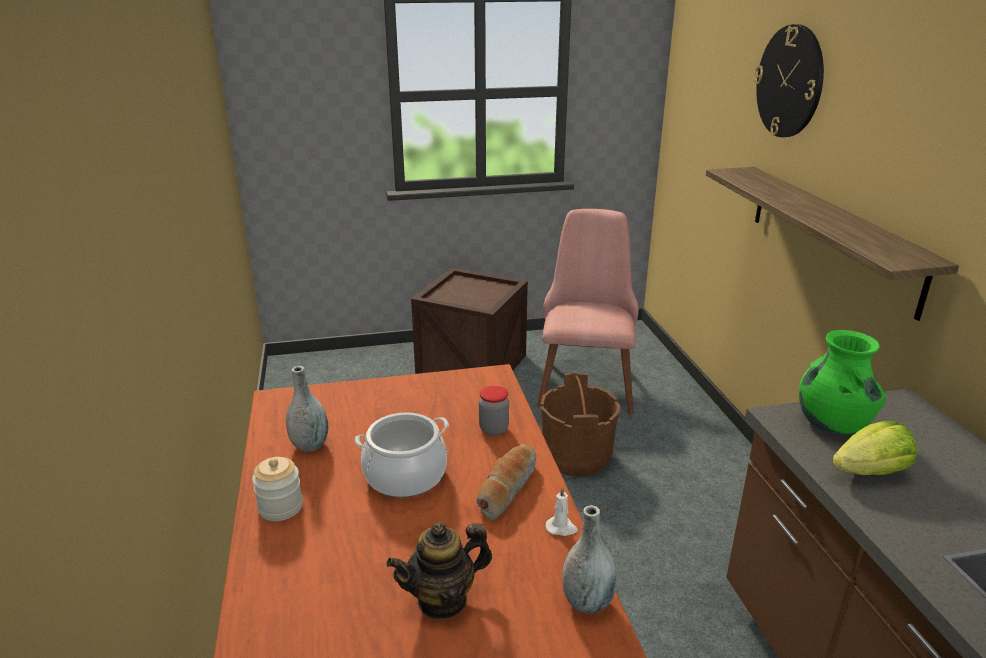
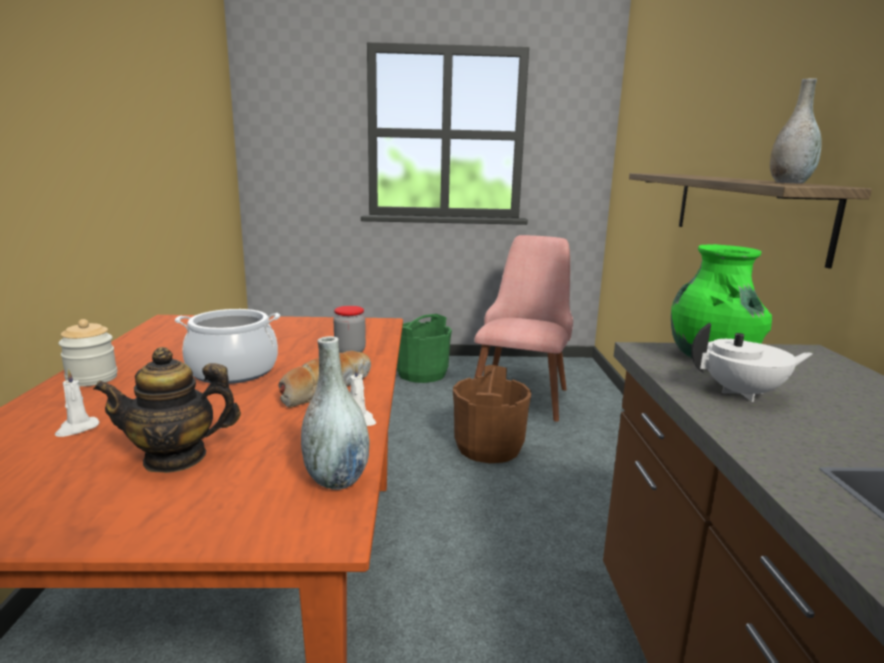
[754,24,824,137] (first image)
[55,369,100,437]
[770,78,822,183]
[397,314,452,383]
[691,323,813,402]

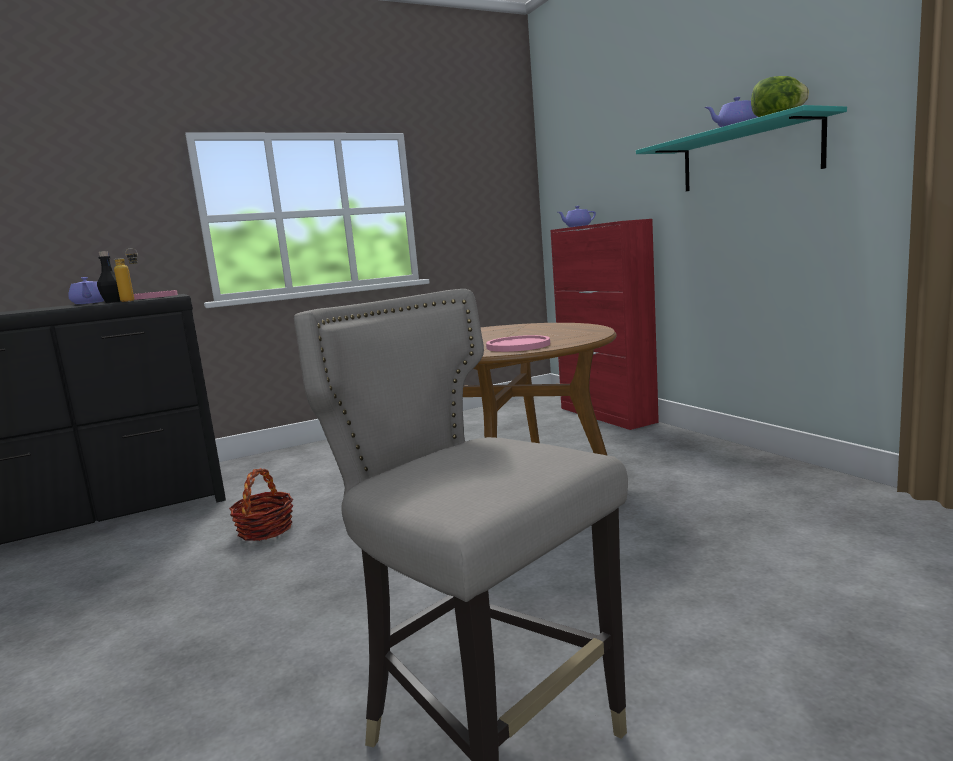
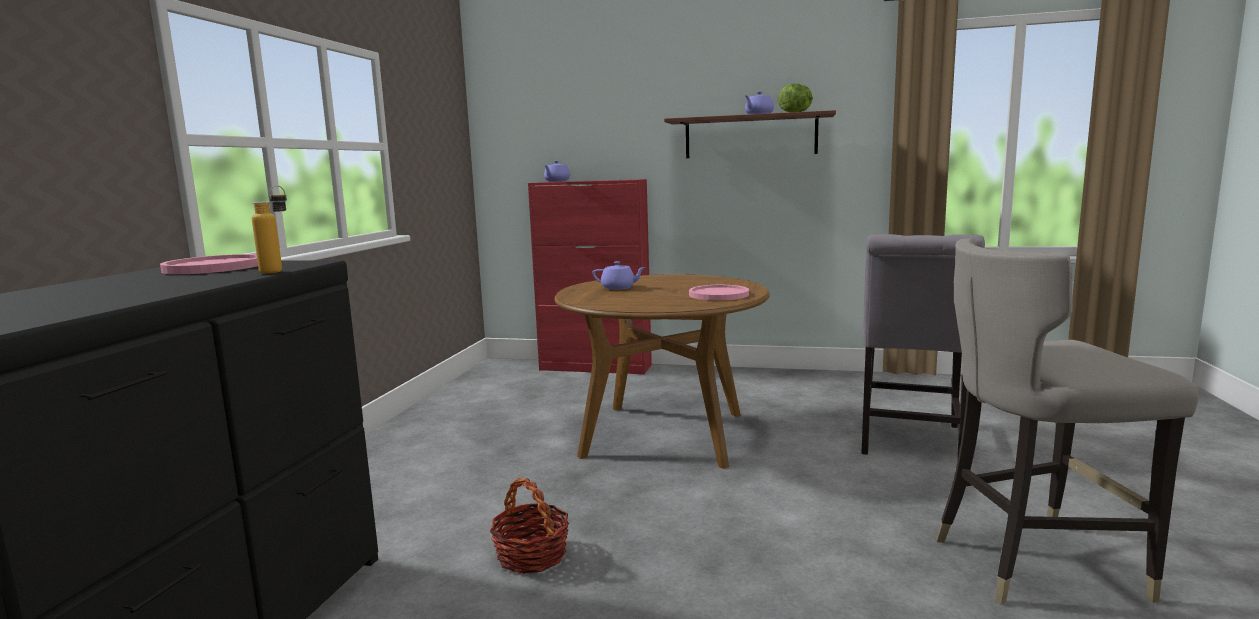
[97,251,121,303] (first image)
[861,234,985,461]
[592,261,646,290]
[664,110,836,158]

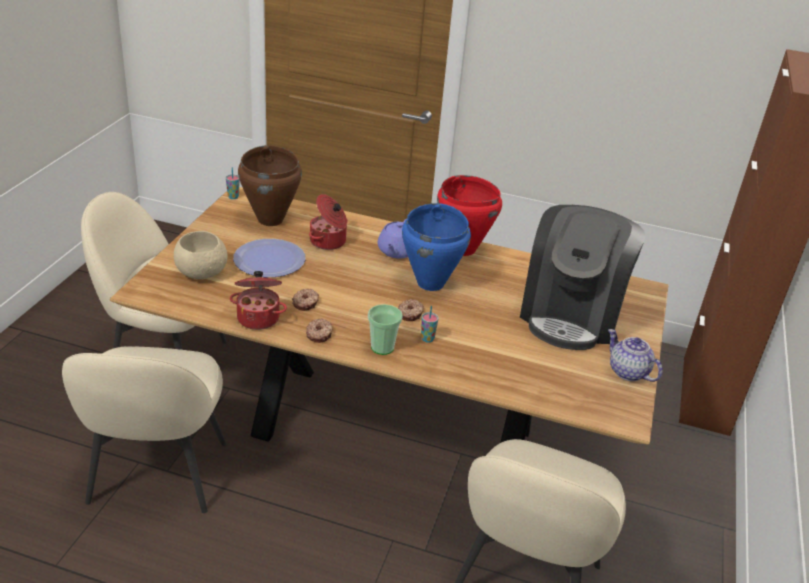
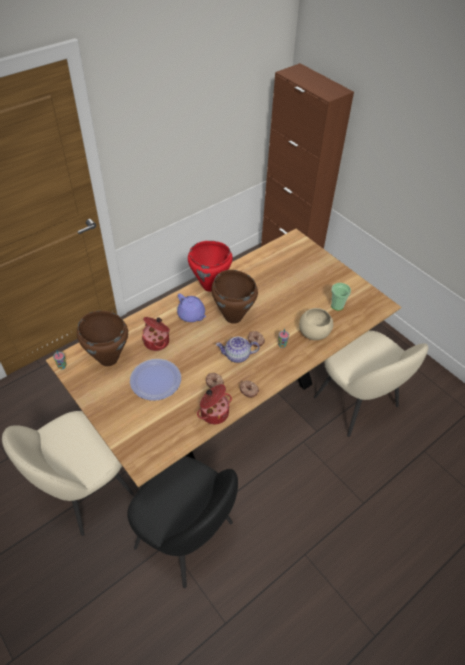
[520,205,645,350] (first image)
[299,308,333,340]
[331,283,351,310]
[216,336,260,363]
[128,456,238,588]
[211,270,258,324]

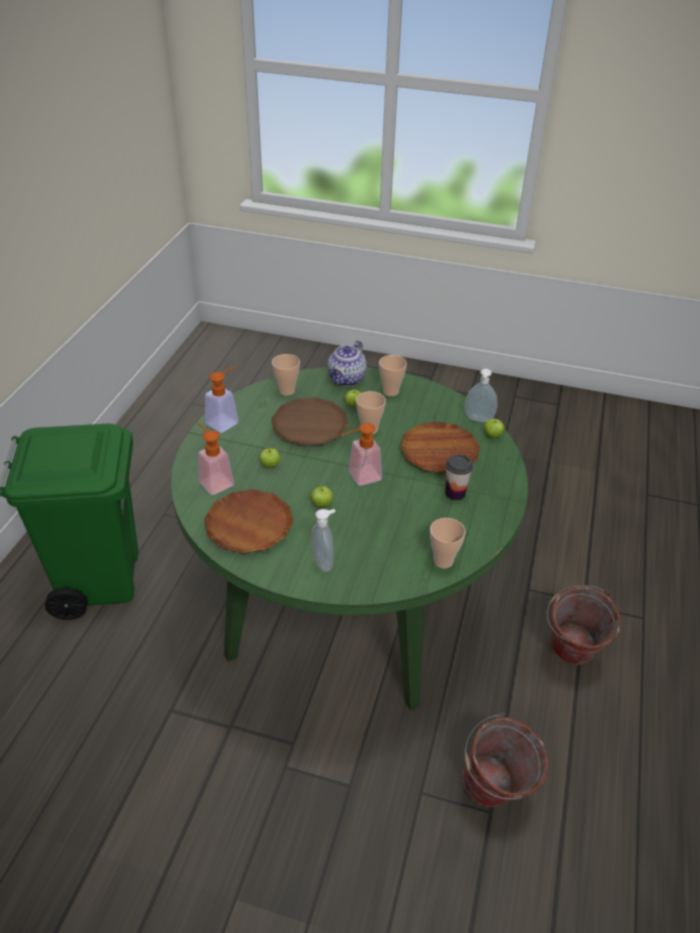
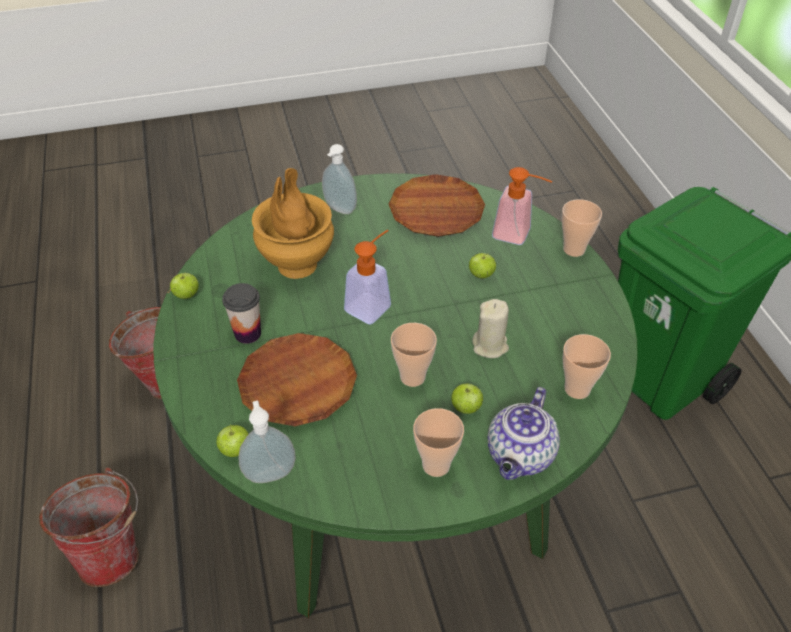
[205,367,239,433] (first image)
[252,168,334,279]
[170,272,199,299]
[562,199,602,257]
[472,299,509,358]
[487,387,560,480]

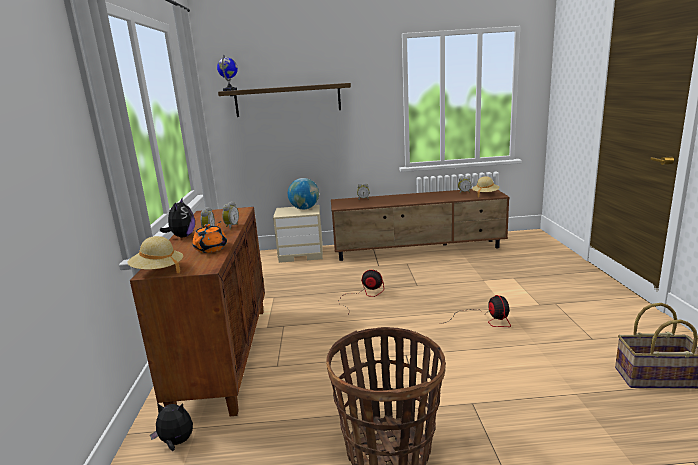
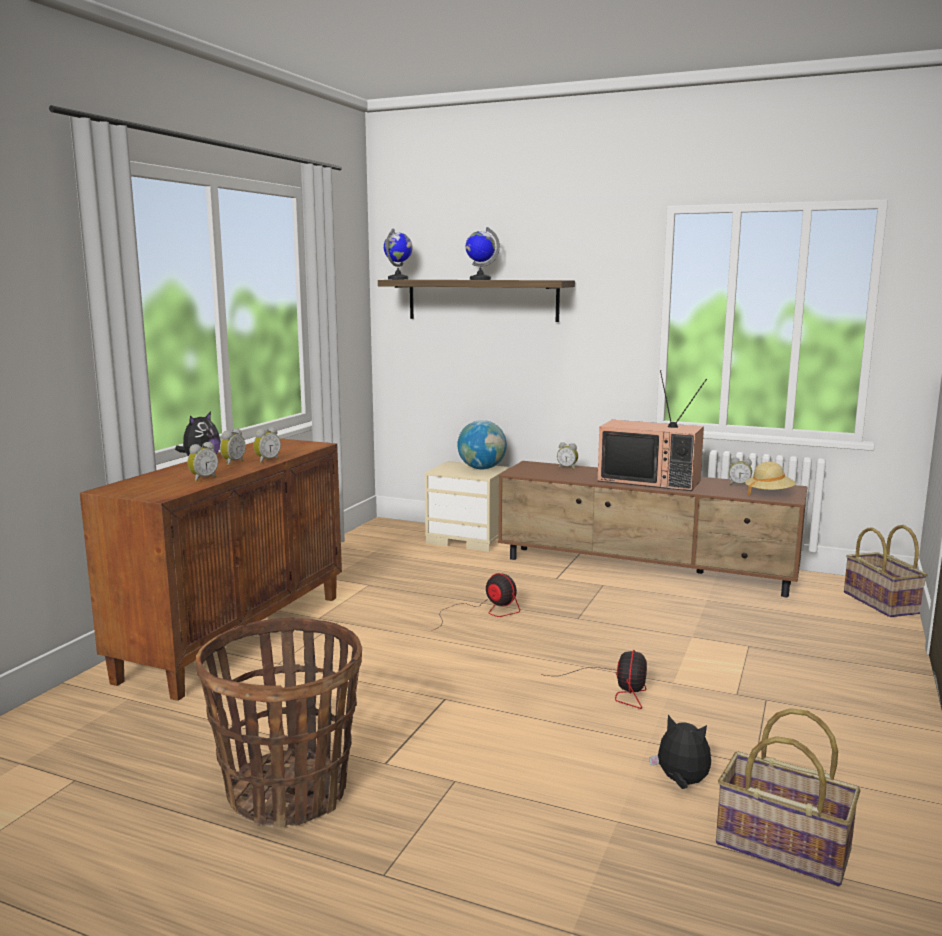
[127,236,183,273] (first image)
[466,227,500,280]
[598,370,707,491]
[844,525,927,617]
[649,715,711,789]
[187,442,218,482]

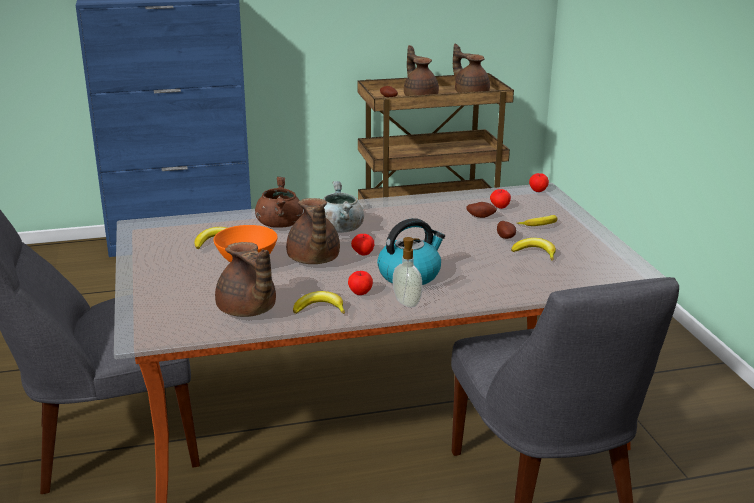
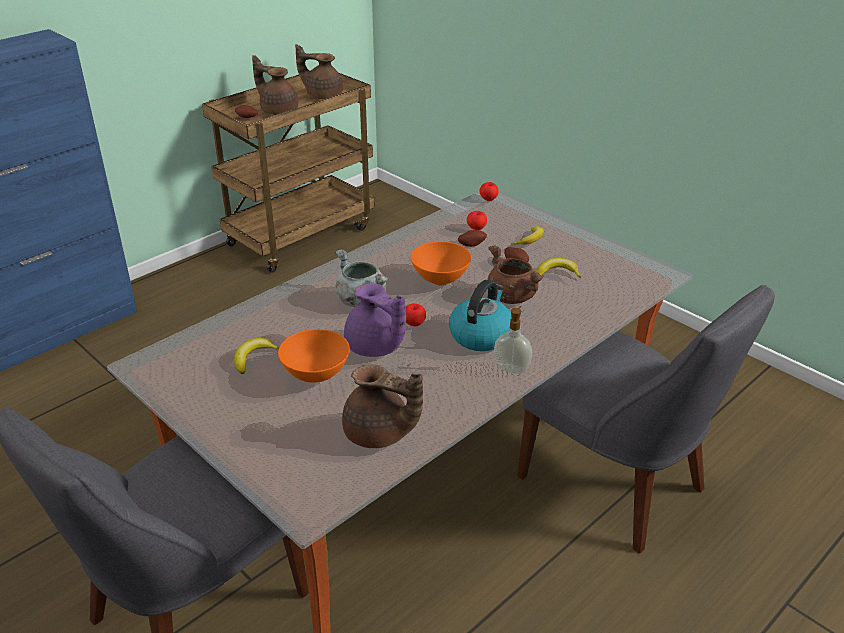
[293,291,345,314] (first image)
[348,271,373,295] (first image)
[411,241,471,285]
[487,245,544,304]
[344,283,406,357]

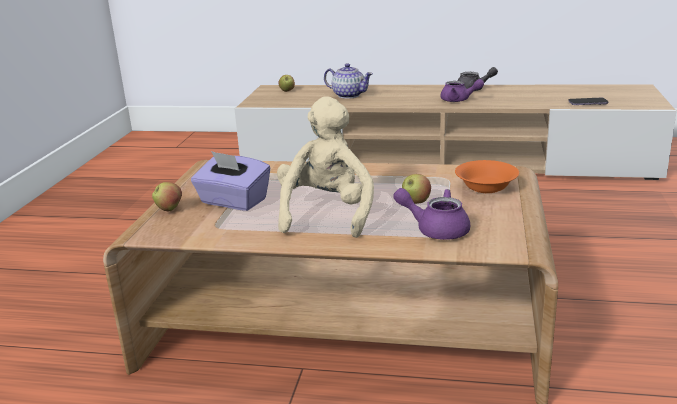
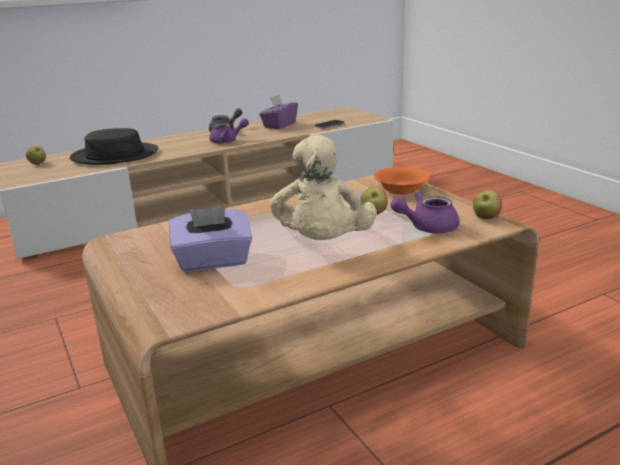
[259,94,298,129]
[473,190,502,219]
[70,128,158,165]
[270,135,377,240]

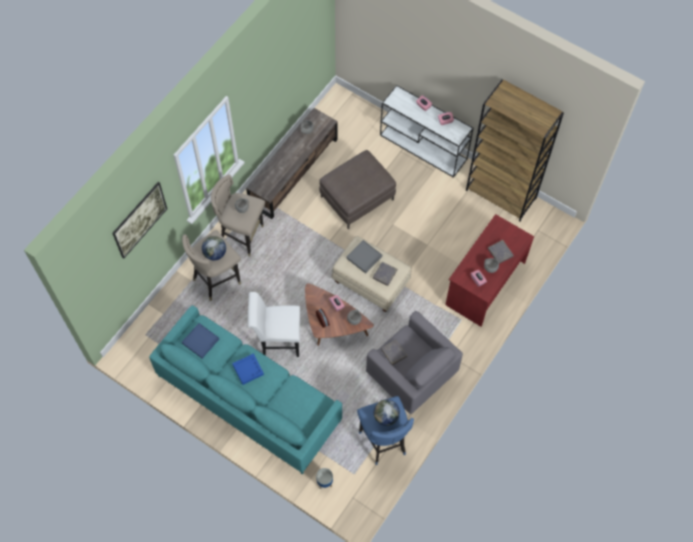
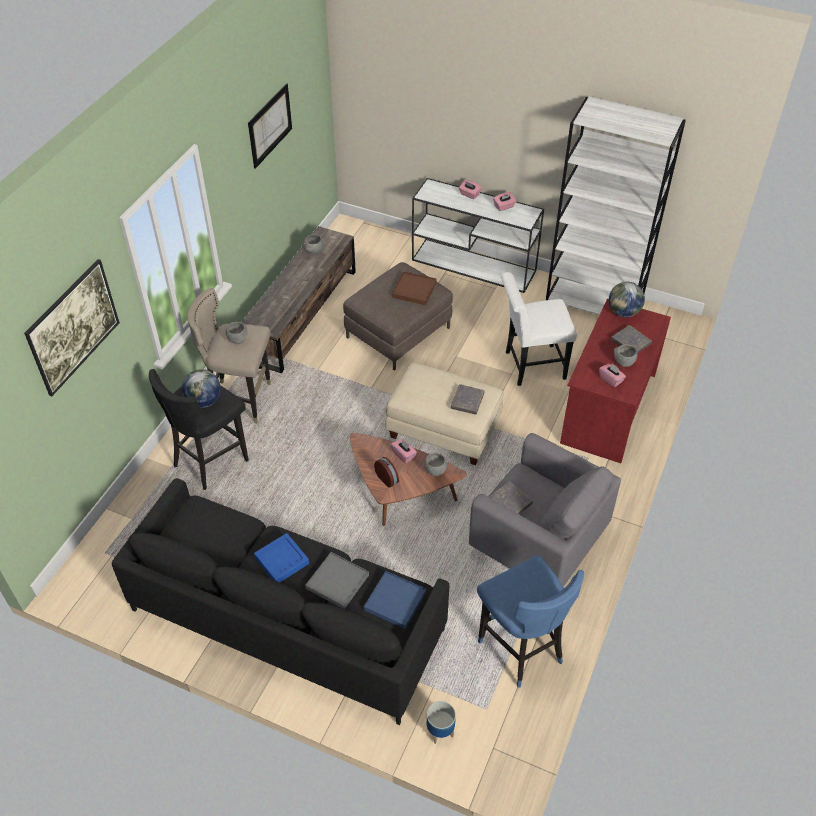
[248,83,292,169]
[392,271,436,305]
[364,571,426,629]
[501,272,577,386]
[305,552,369,609]
[609,282,645,317]
[112,478,449,725]
[149,369,249,490]
[546,96,686,315]

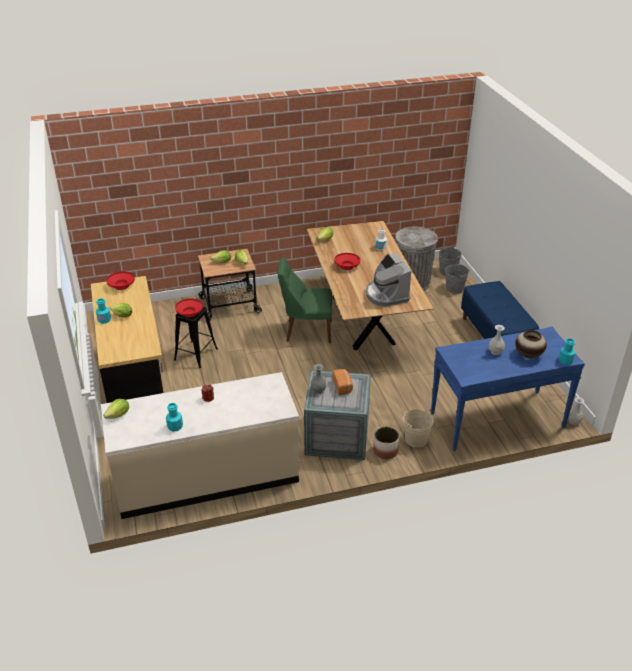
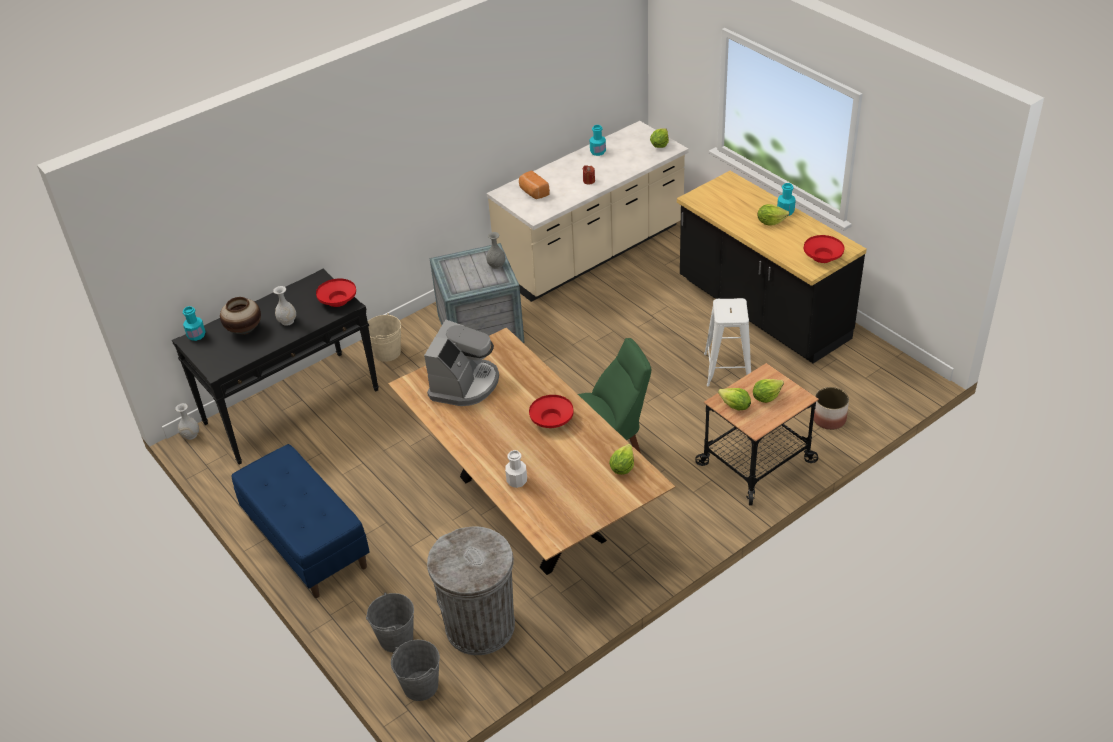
[316,278,356,307]
[519,171,550,199]
[814,387,849,430]
[704,298,751,386]
[172,269,379,465]
[424,320,499,406]

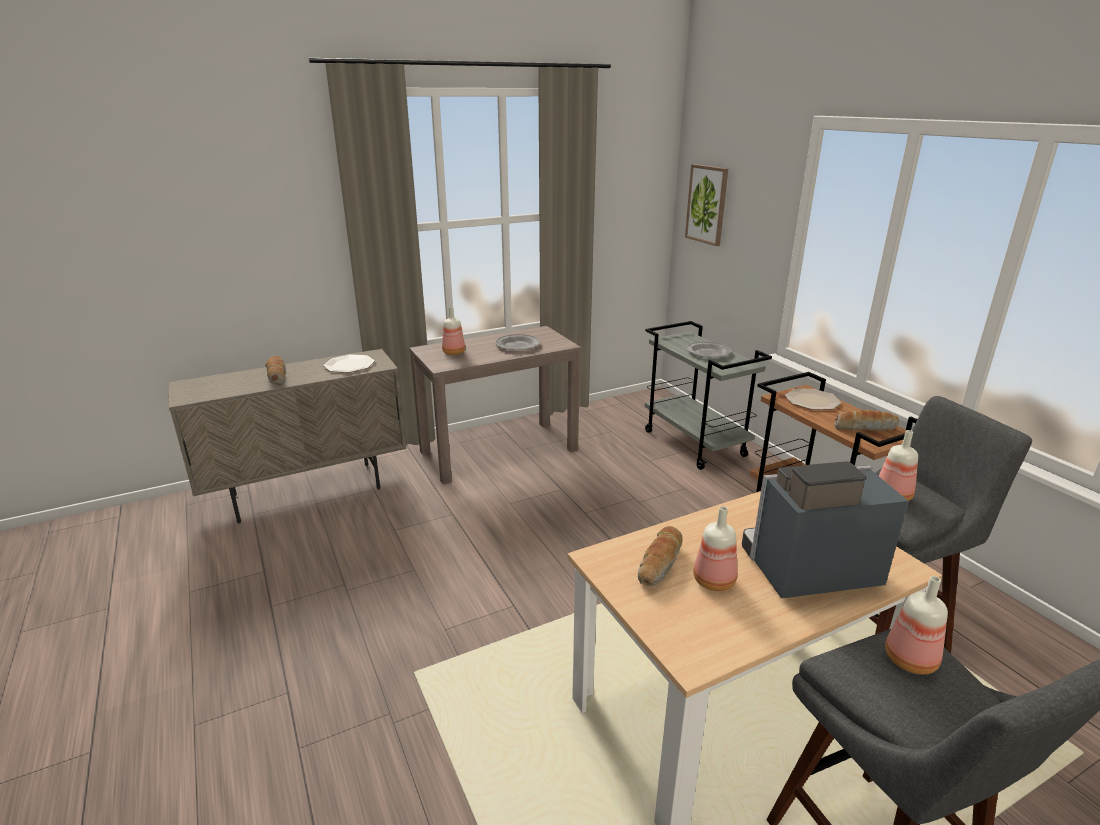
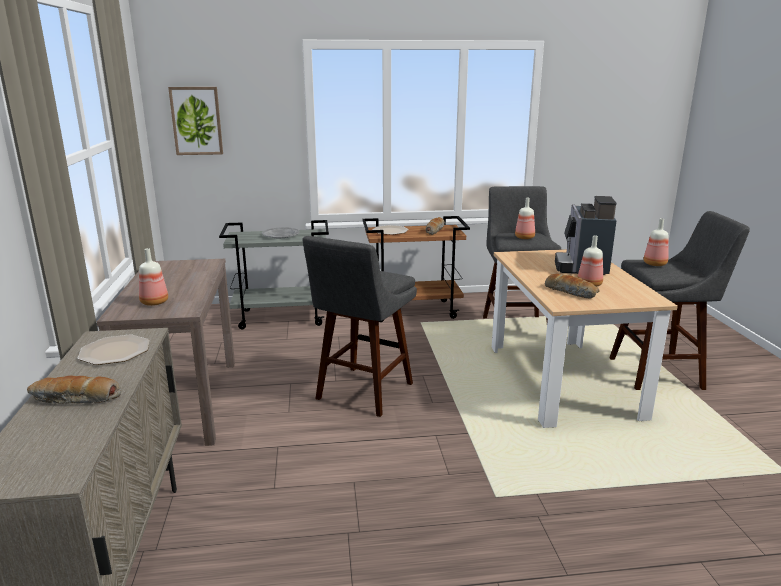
[495,334,540,350] (first image)
[302,236,417,417]

